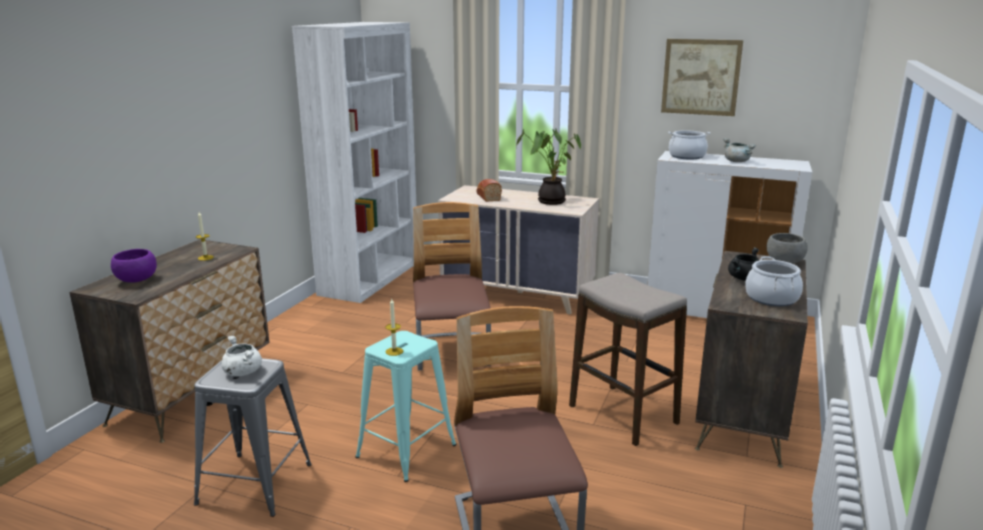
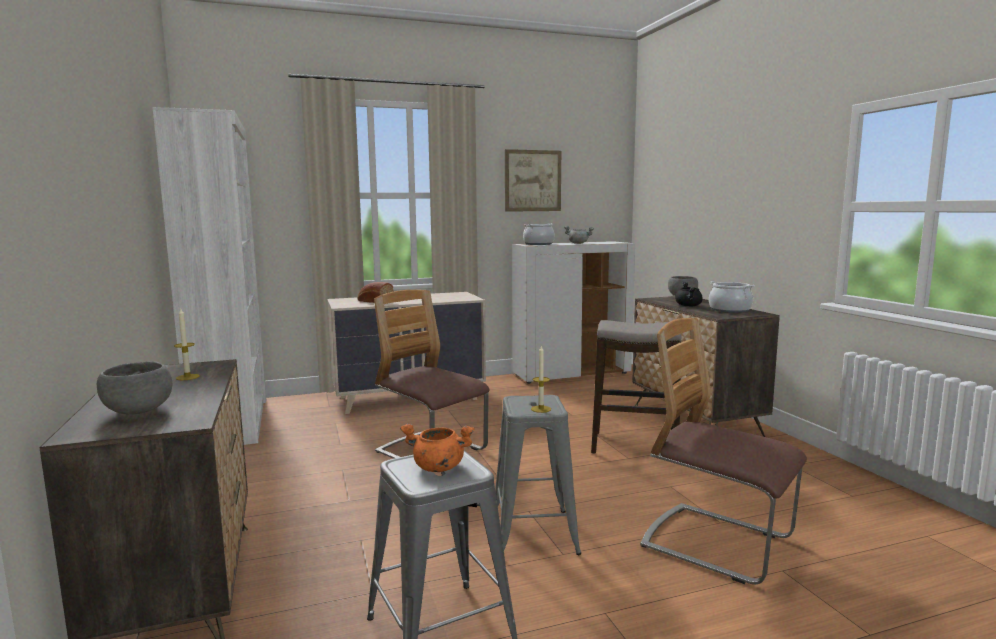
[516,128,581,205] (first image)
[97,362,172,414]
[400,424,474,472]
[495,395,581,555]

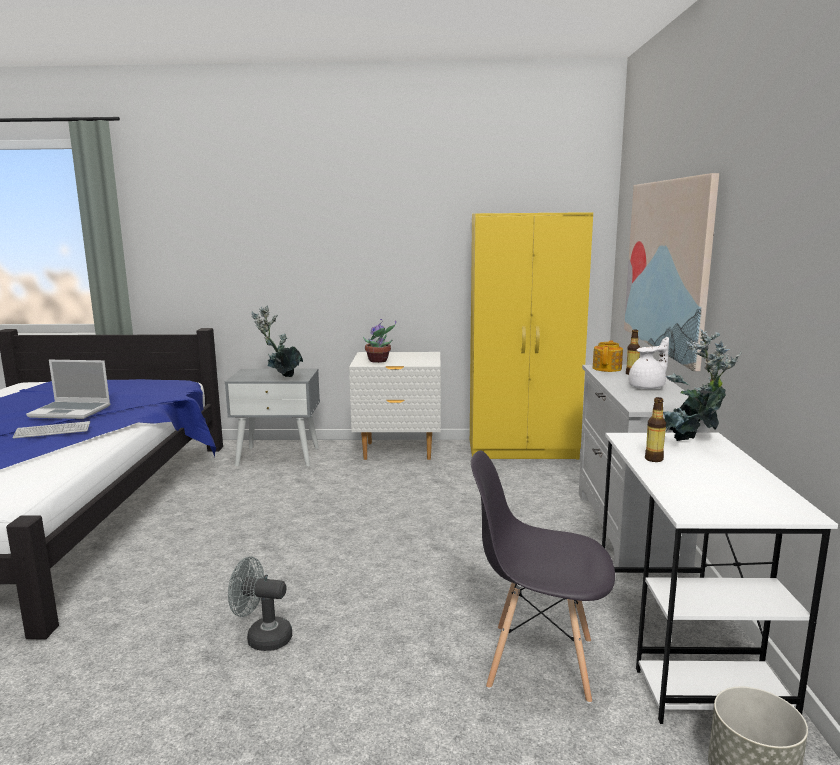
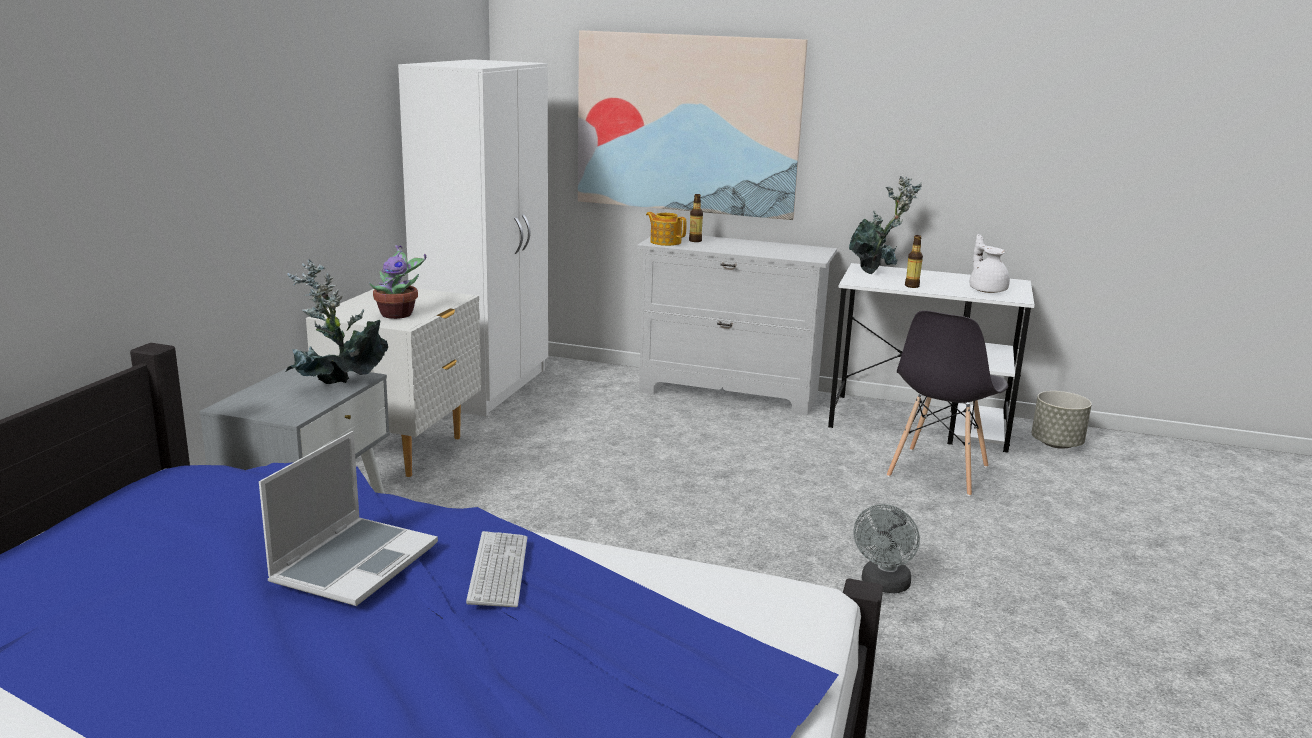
[969,234,1010,293]
[398,59,548,416]

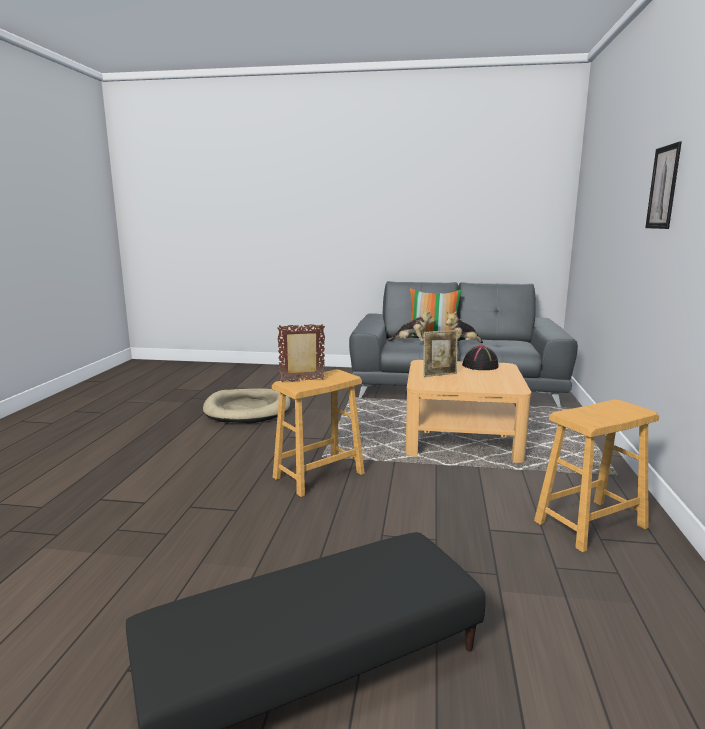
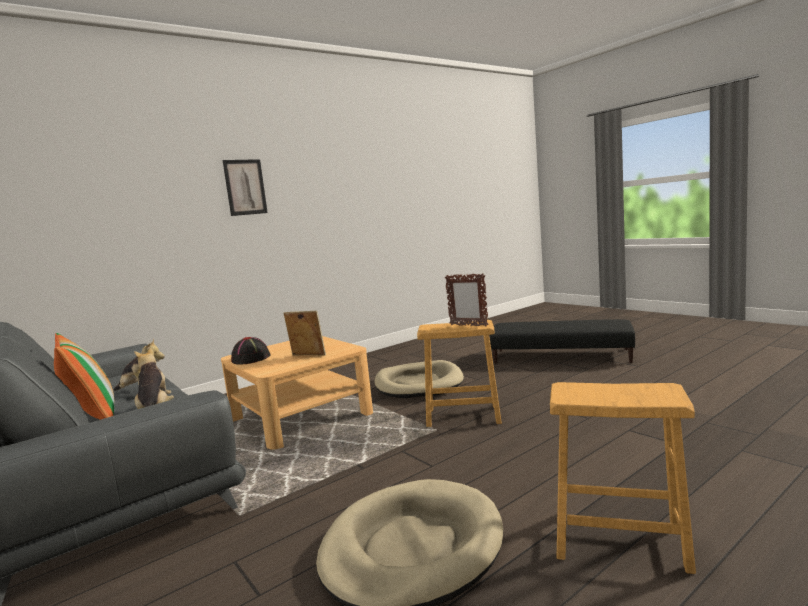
[374,360,464,398]
[550,382,696,574]

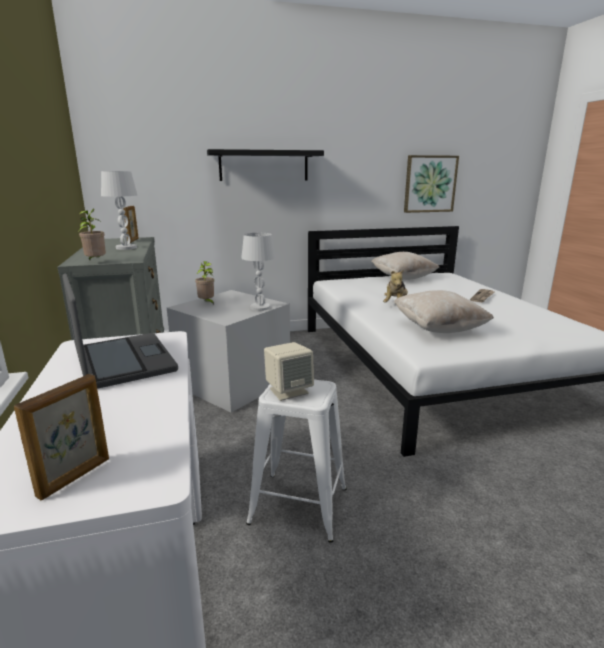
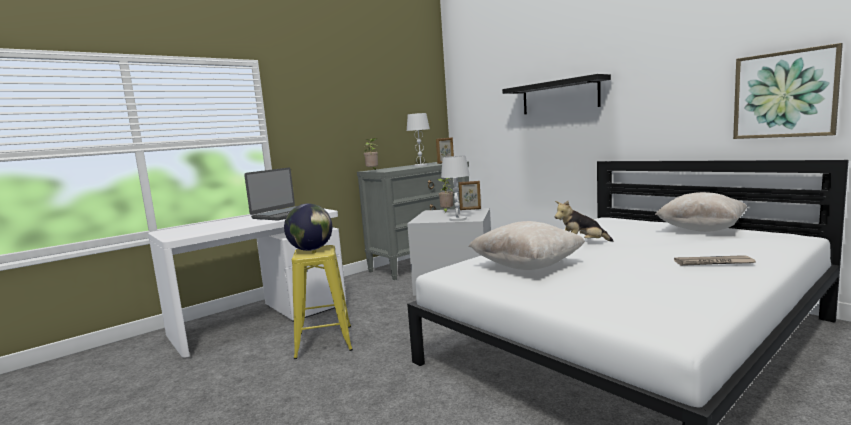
[459,181,481,210]
[284,204,332,251]
[292,245,353,359]

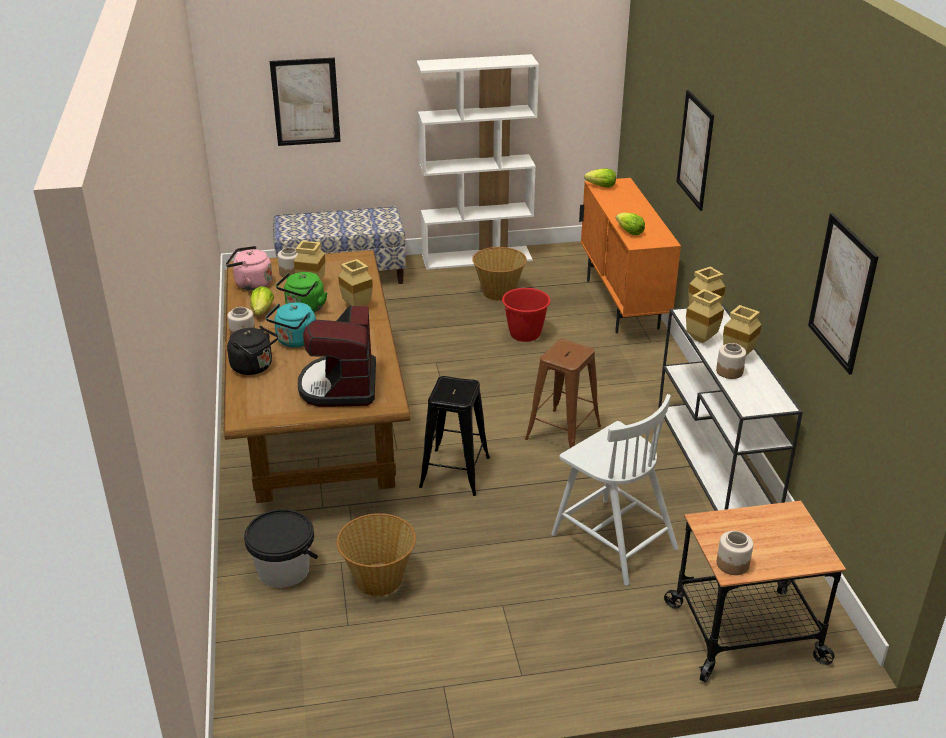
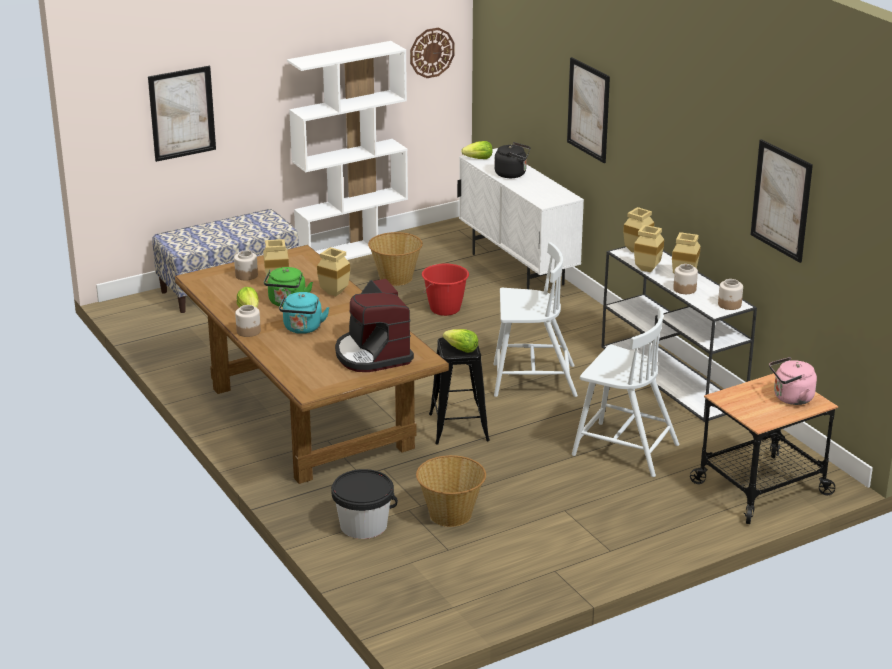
[410,28,455,78]
[769,357,817,405]
[494,142,531,178]
[443,329,478,353]
[718,279,743,310]
[493,242,578,397]
[457,148,584,289]

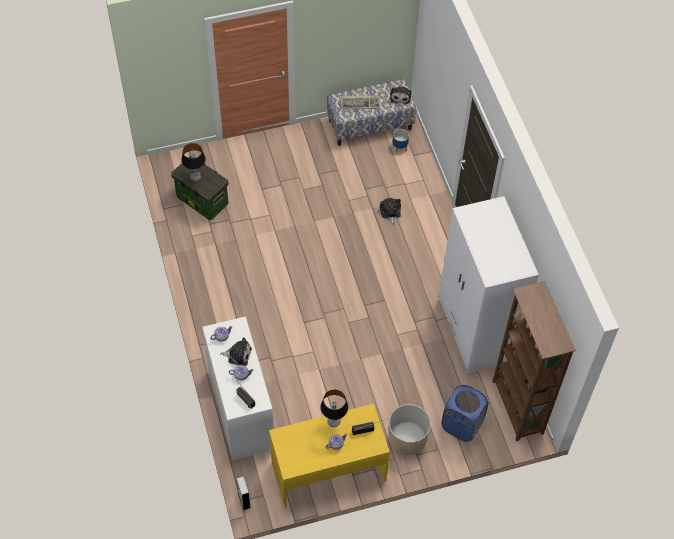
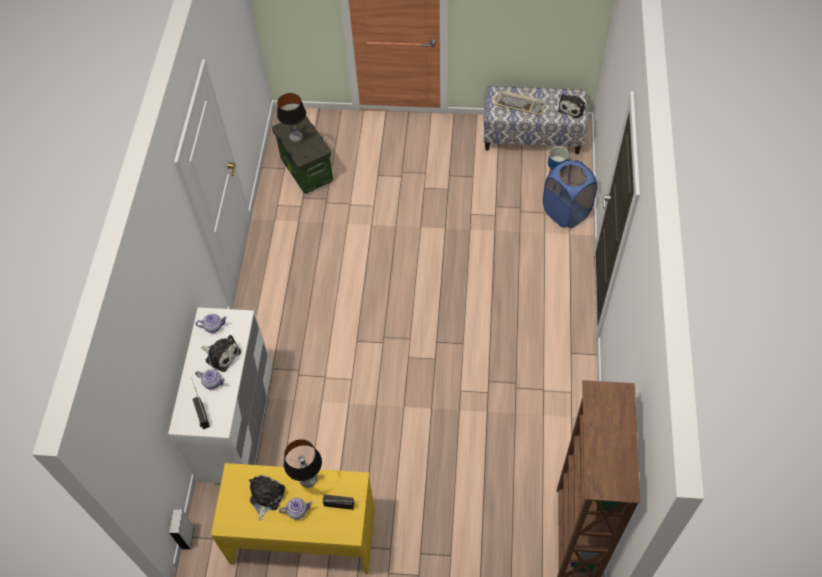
[389,404,431,455] (first image)
[438,196,539,373] (first image)
[249,475,285,521]
[543,159,597,228]

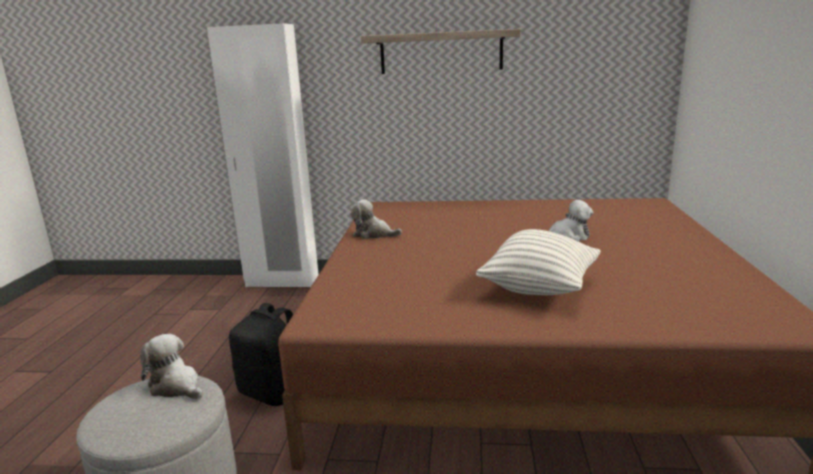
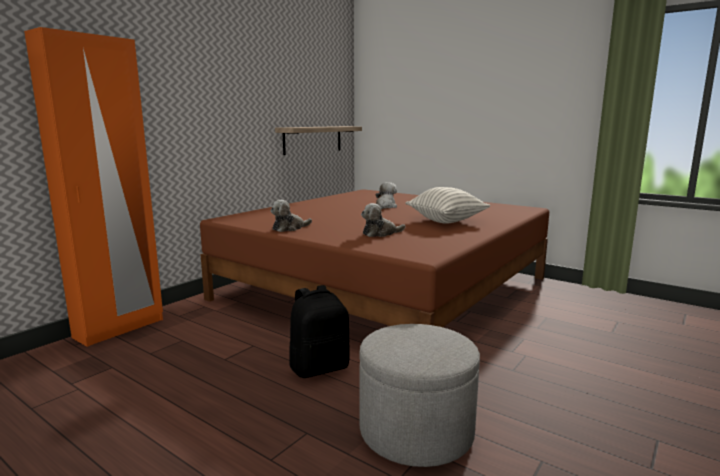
[361,203,405,237]
[275,126,362,155]
[24,27,163,347]

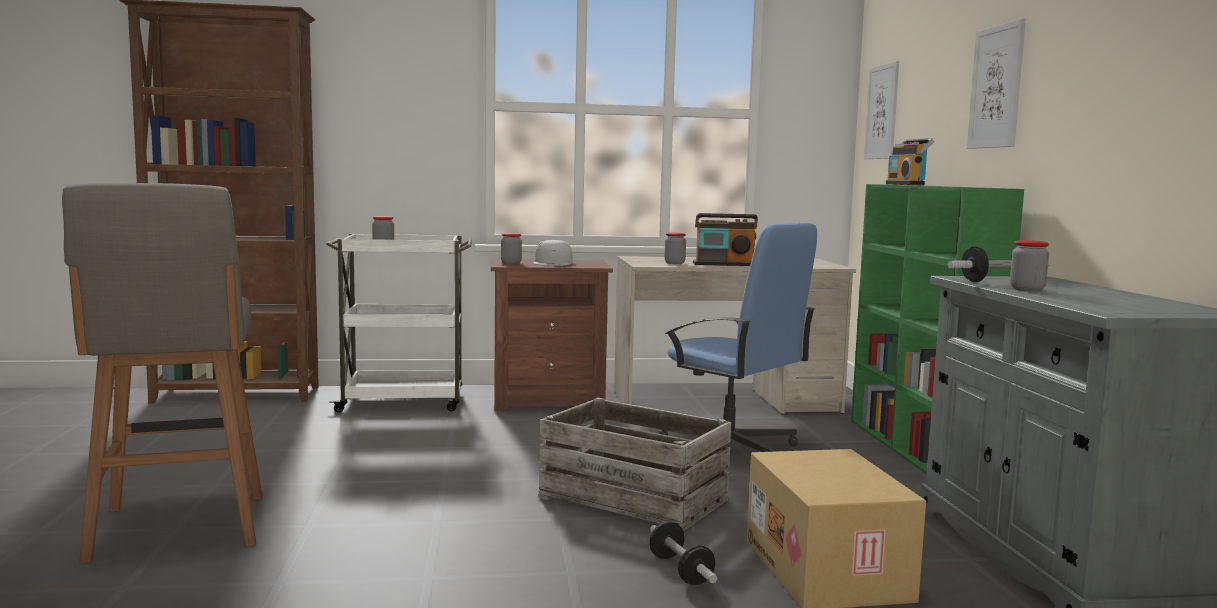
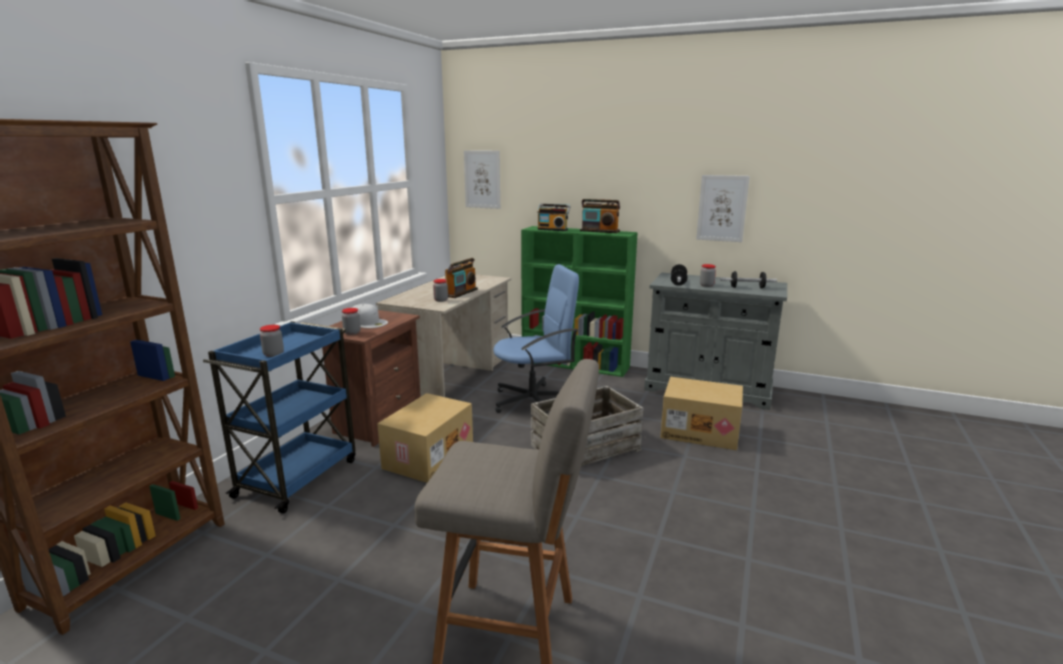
[377,393,473,483]
[580,199,620,233]
[720,271,777,289]
[696,175,750,242]
[203,321,356,514]

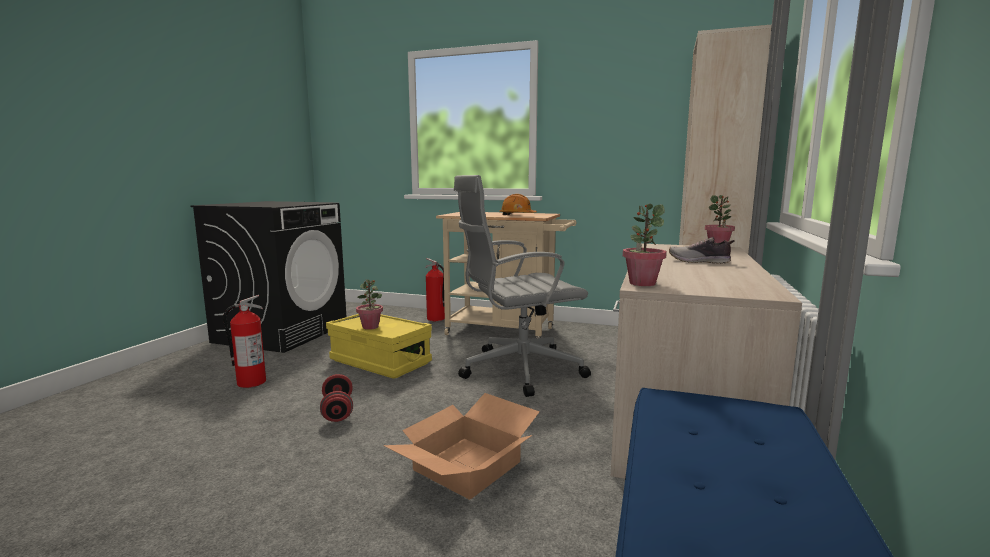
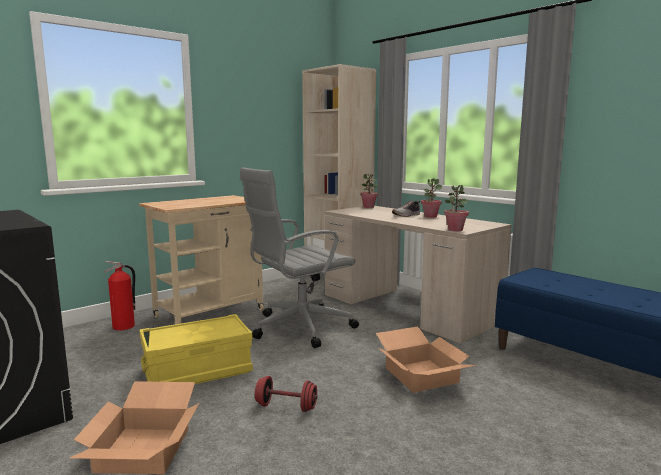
[500,194,537,215] (first image)
[421,179,442,218]
[70,381,199,474]
[240,167,359,348]

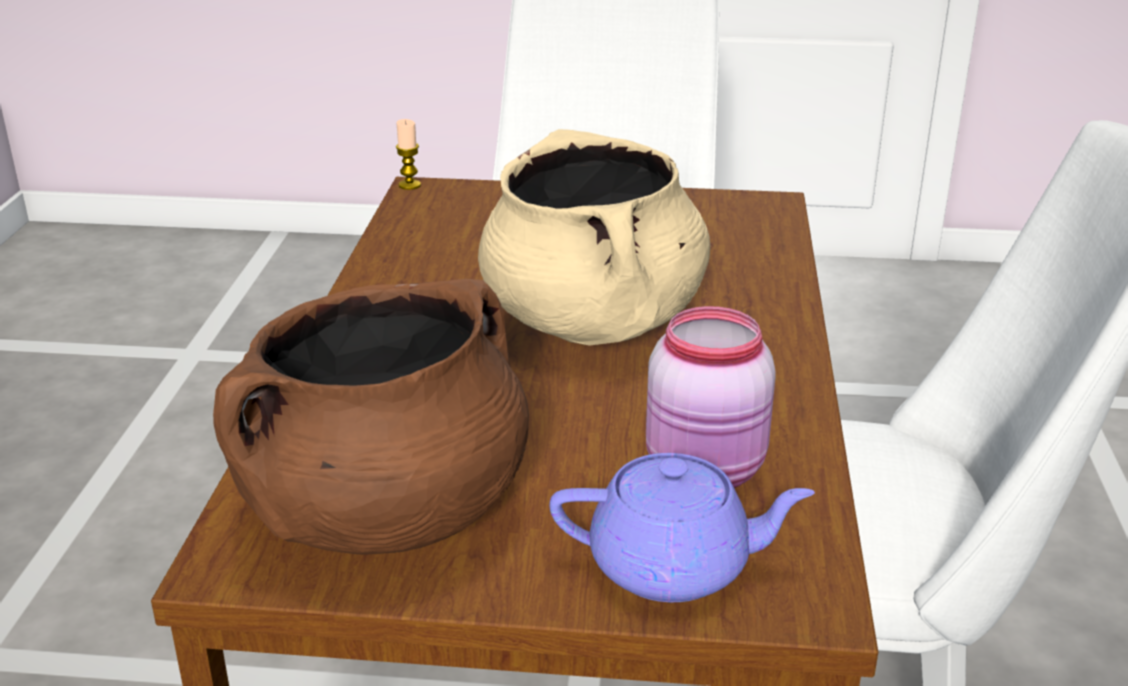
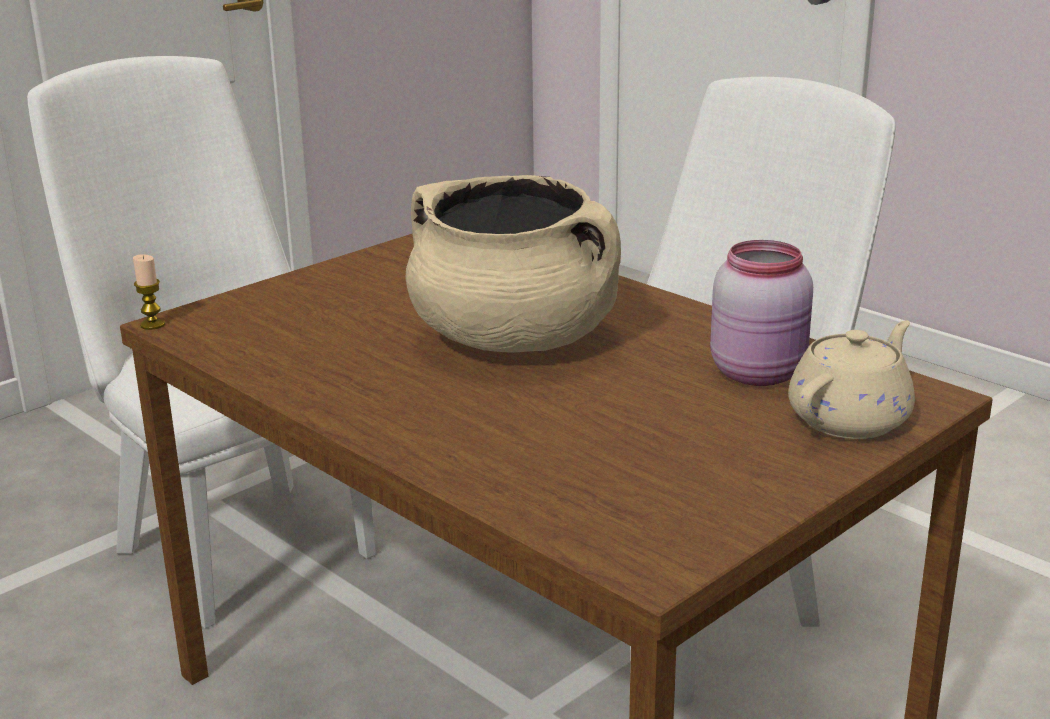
[213,279,529,555] (first image)
[788,320,915,439]

